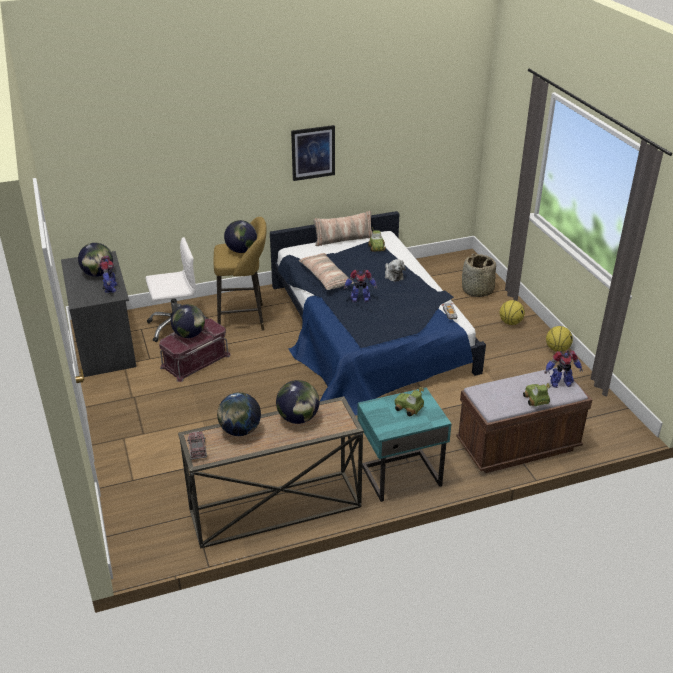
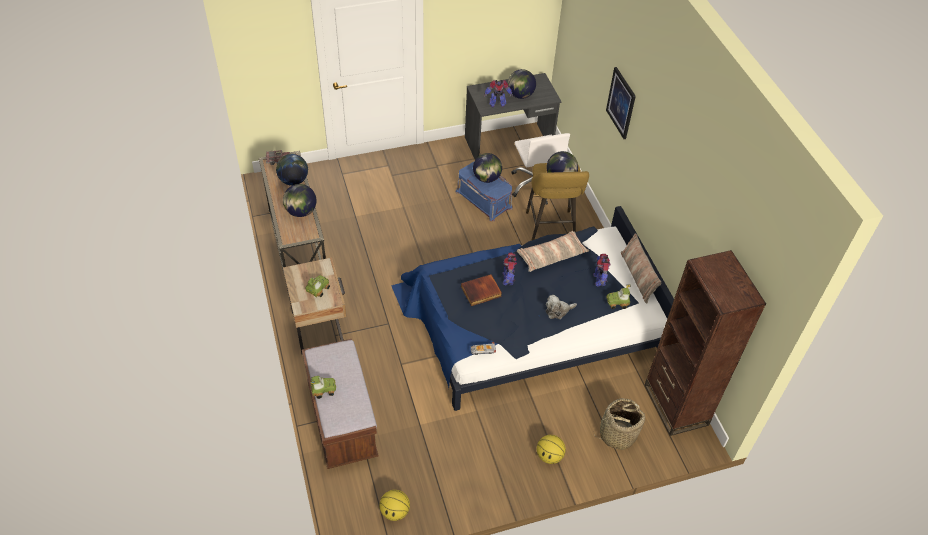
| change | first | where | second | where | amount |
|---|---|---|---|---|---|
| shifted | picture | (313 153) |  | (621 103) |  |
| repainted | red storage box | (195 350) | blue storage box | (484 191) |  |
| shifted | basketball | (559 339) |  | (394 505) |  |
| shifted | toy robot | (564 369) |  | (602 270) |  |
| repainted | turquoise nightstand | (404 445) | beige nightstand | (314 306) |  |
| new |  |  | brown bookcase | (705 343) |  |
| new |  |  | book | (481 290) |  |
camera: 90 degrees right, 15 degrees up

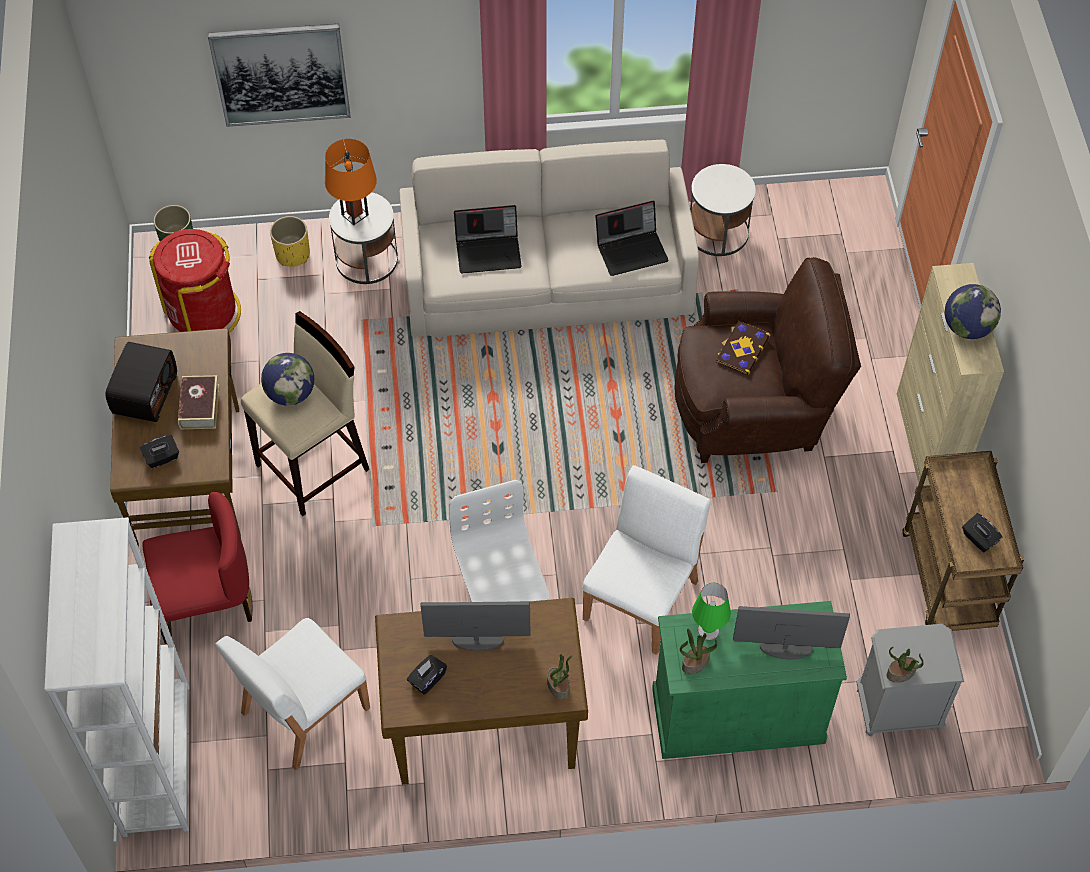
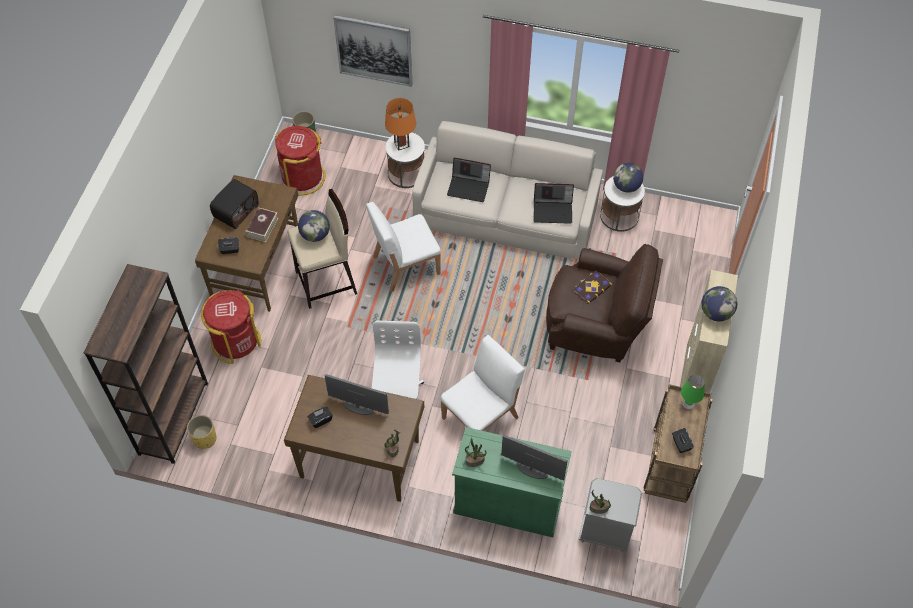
| change | first | where | second | where | amount |
|---|---|---|---|---|---|
| shifted | yellow planter | (290 241) |  | (202 432) |  |
| swapped | red chair | (197 568) | red trash can | (231 327) |  |
| repainted | white bookcase | (117 677) | brown bookcase | (145 364) |  |
| shifted | green table lamp | (711 611) |  | (693 392) |  |
| shifted | white chair | (292 694) |  | (403 247) |  |
| new |  |  | globe | (628 178) |  |
camera: 20 degrees right, 0 degrees up

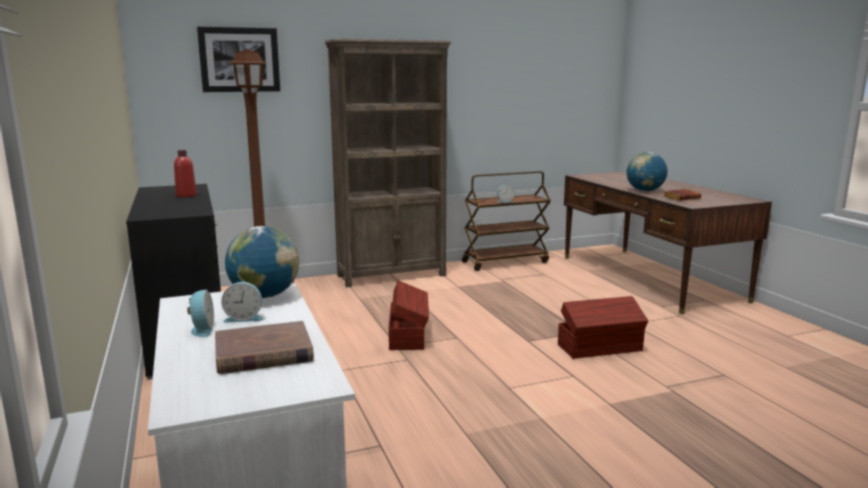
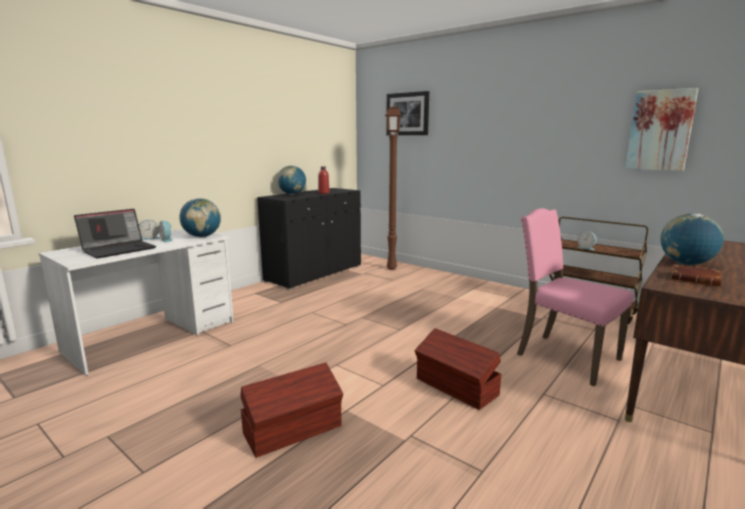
| change | first | where | second | where | amount |
|---|---|---|---|---|---|
| gone | brown bookcase | (387 163) |  |  |  |
| shifted | brown storage box | (409 315) |  | (291 410) |  |
| swapped | brown book | (264 347) | laptop | (115 233) |  |
| new |  |  | picture | (662 129) |  |
| new |  |  | globe | (291 180) |  |
| new |  |  | pink chair | (575 297) |  |
camera: 60 degrees right, 0 degrees up

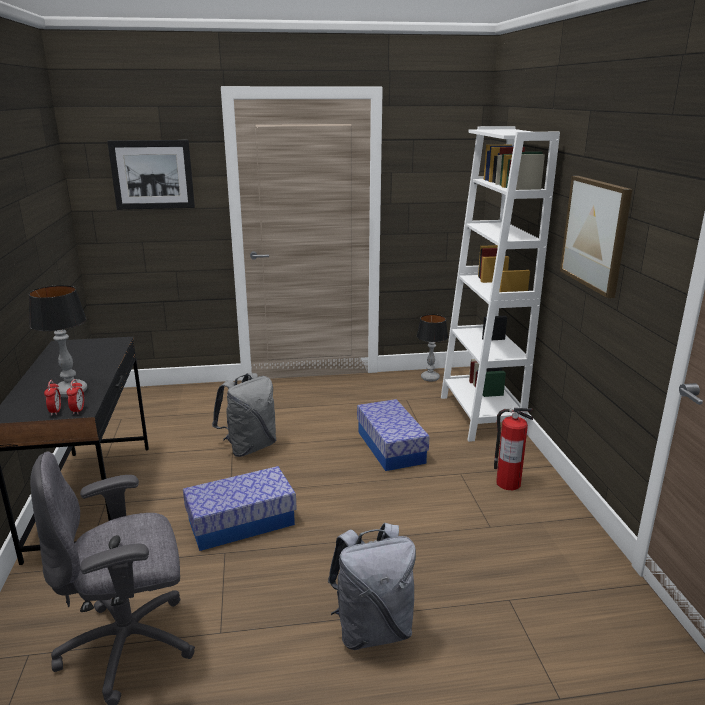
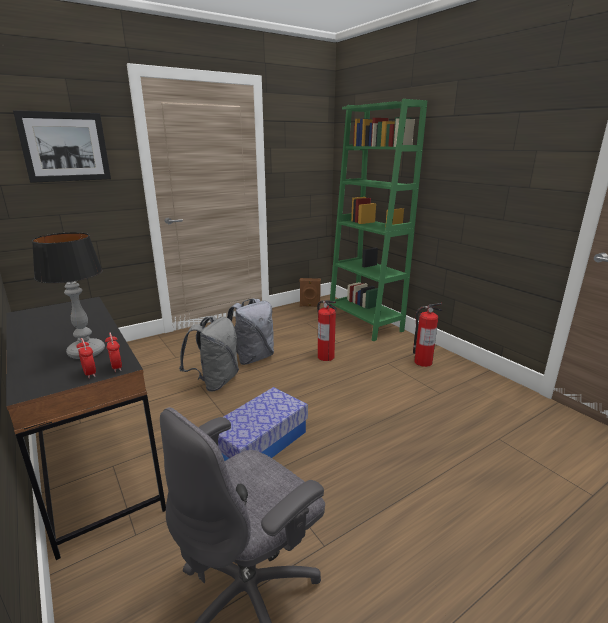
| change | first | where | second | where | amount |
|---|---|---|---|---|---|
| repainted | white bookcase | (500 284) | green bookcase | (378 220) |  |
| gone | picture | (596 237) |  |  |  |
| swapped | table lamp | (432 347) | brown speaker | (310 292) |  |
| swapped | storage box | (393 435) | fire extinguisher | (327 330) |  |
| shifted | grey backpack | (372 586) |  | (250 331) |  |
camera: 25 degrees left, 0 degrees up

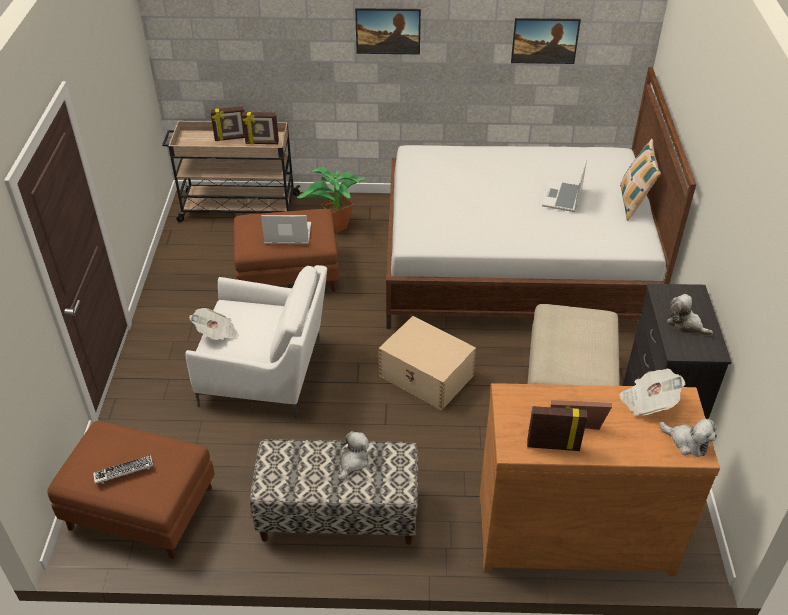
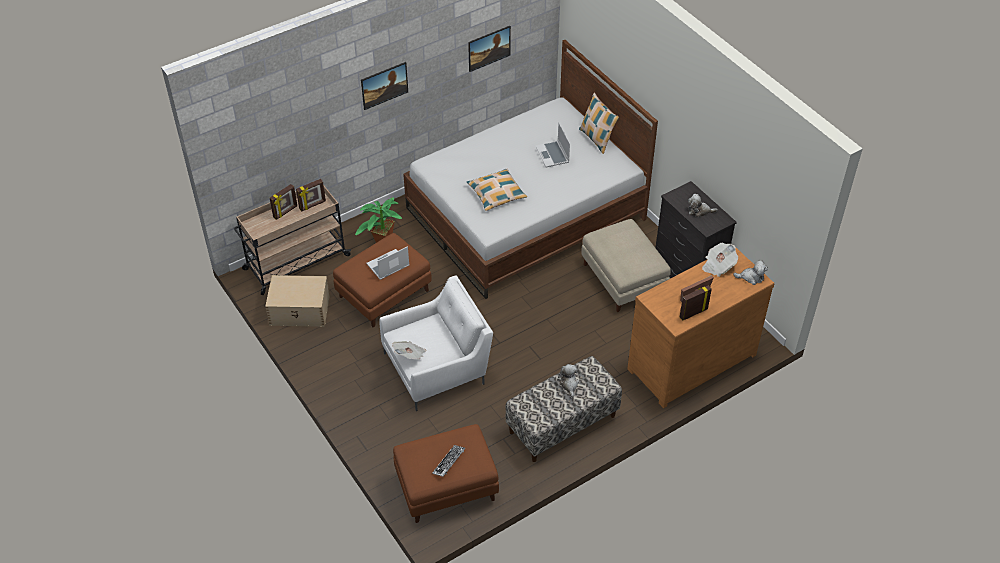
| change | first | where | second | where | amount |
|---|---|---|---|---|---|
| shifted | beige storage box | (427 363) |  | (297 301) |  |
| new |  |  | pillow | (496 190) |  |
camera: 35 degrees left, 5 degrees up

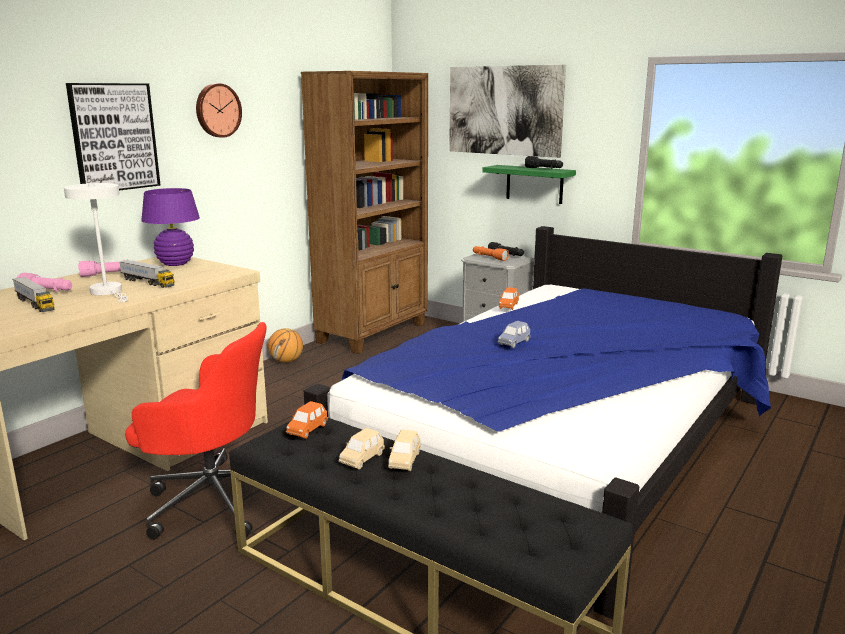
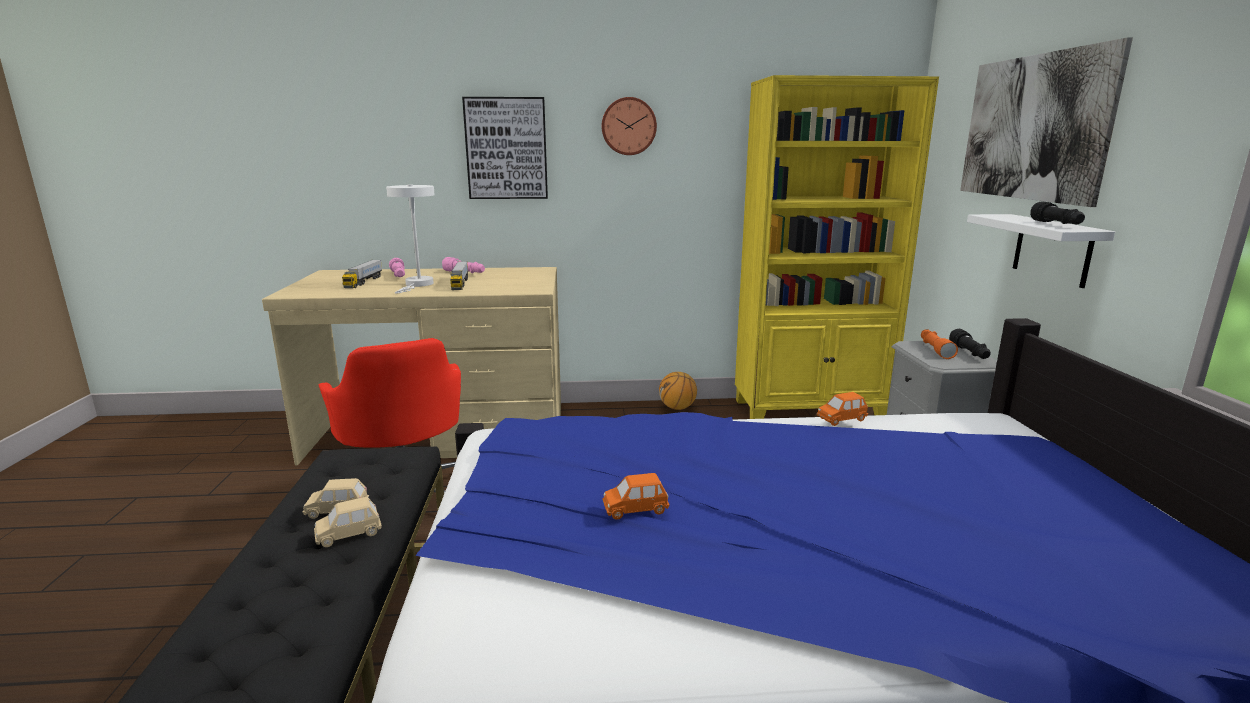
| change | first | where | second | where | amount |
|---|---|---|---|---|---|
| repainted | brown bookcase | (364 212) | yellow bookcase | (837 247) |  |
| repainted | green shelf | (529 184) | white shelf | (1041 251) |  |
| gone | purple table lamp | (170 227) |  |  |  |
| gone | blue toy car | (514 334) |  |  |  |
| shifted | orange toy car | (307 420) |  | (636 496) |  |
camera: 50 degrees right, 0 degrees up

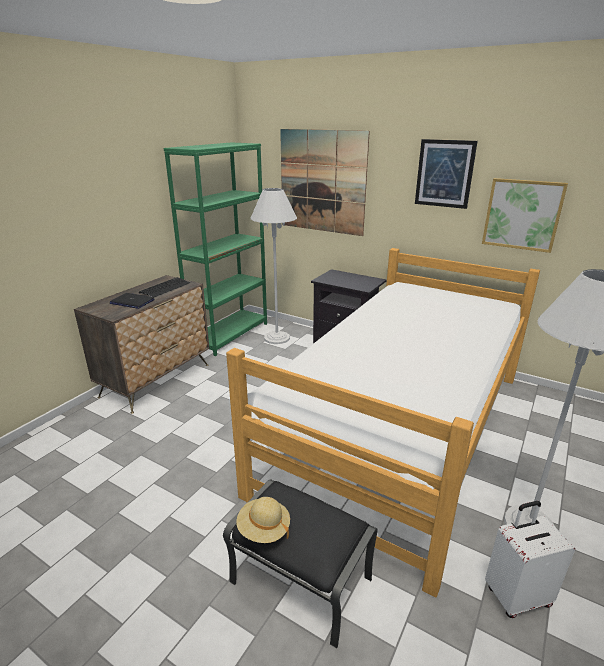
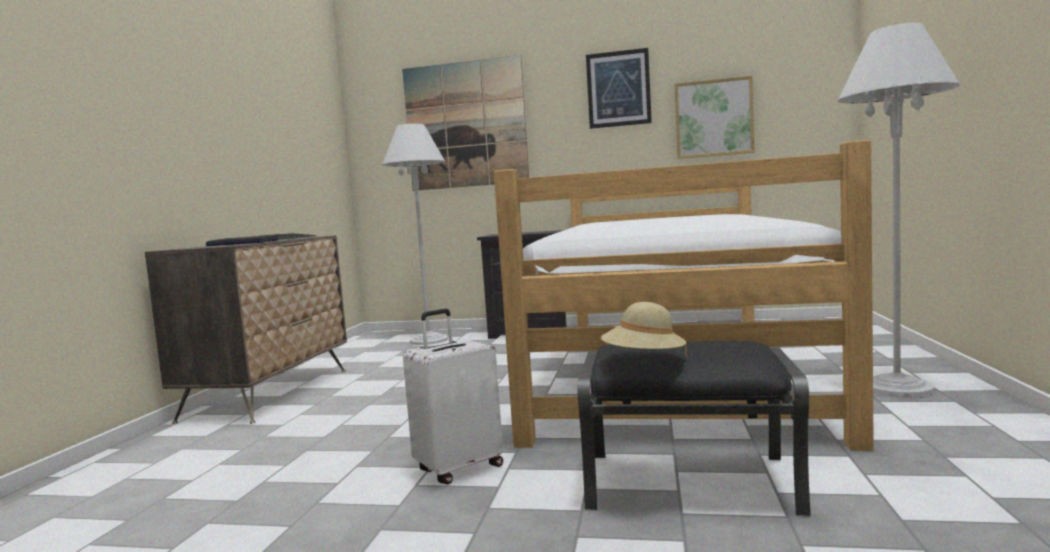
| change | first | where | second | where | amount |
|---|---|---|---|---|---|
| gone | green bookcase | (215 249) |  |  |  |
| shifted | white suitcase | (530 559) |  | (453 397) |  |
camera: 20 degrees left, 20 degrees down

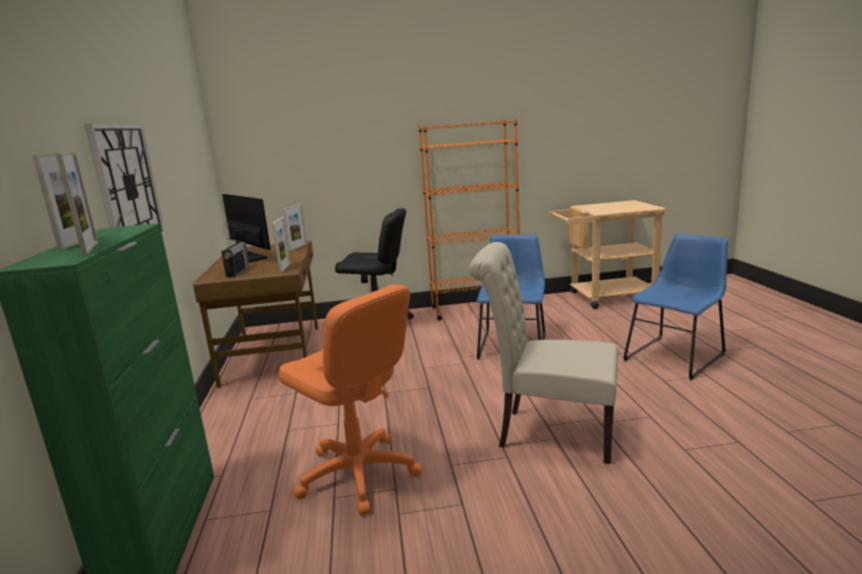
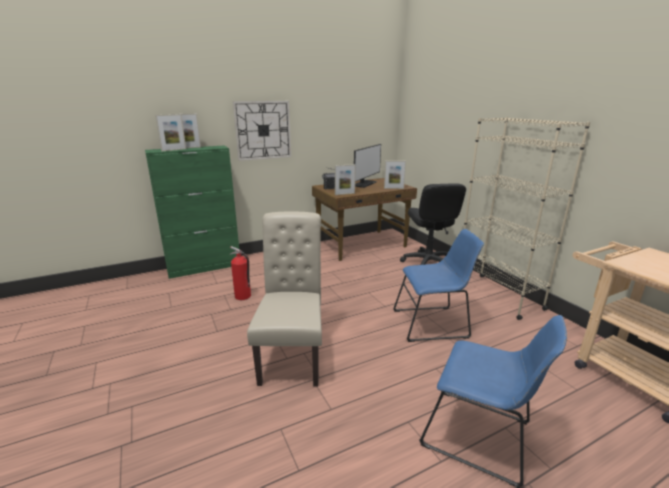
| change | first | where | second | where | amount |
|---|---|---|---|---|---|
| repainted | orange bookcase | (469 220) | beige bookcase | (527 218) |  |
| swapped | orange office chair | (350 399) | fire extinguisher | (240 273) |  |
camera: 70 degrees right, 5 degrees up

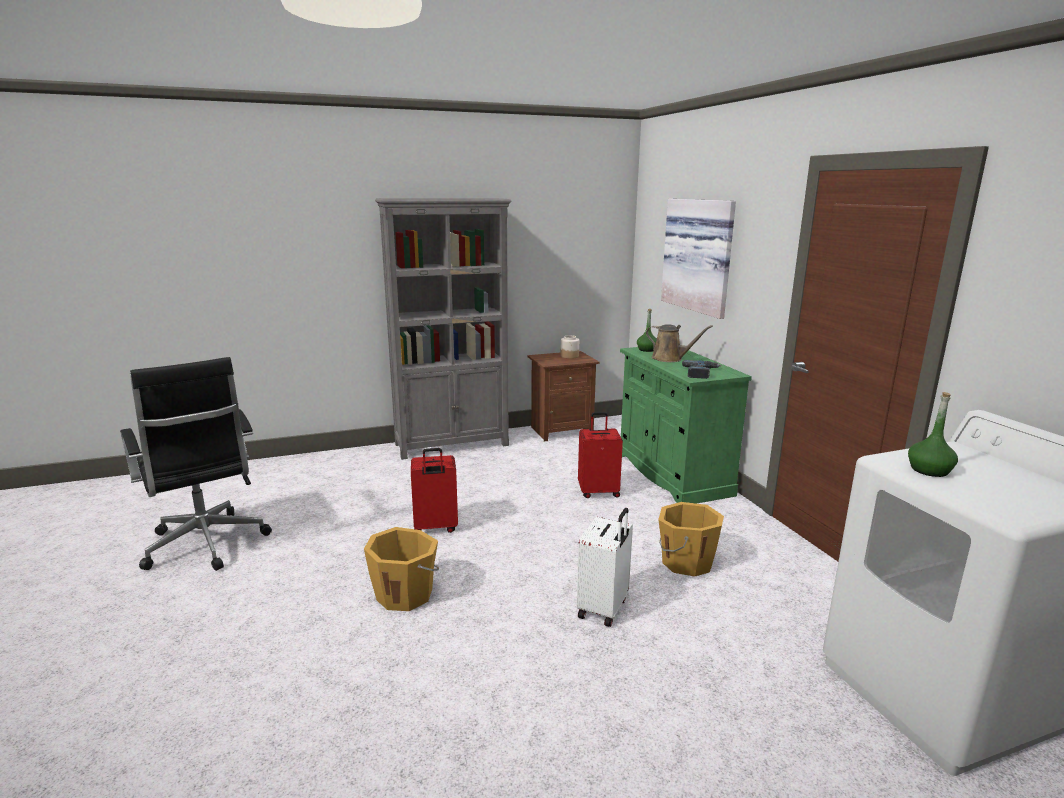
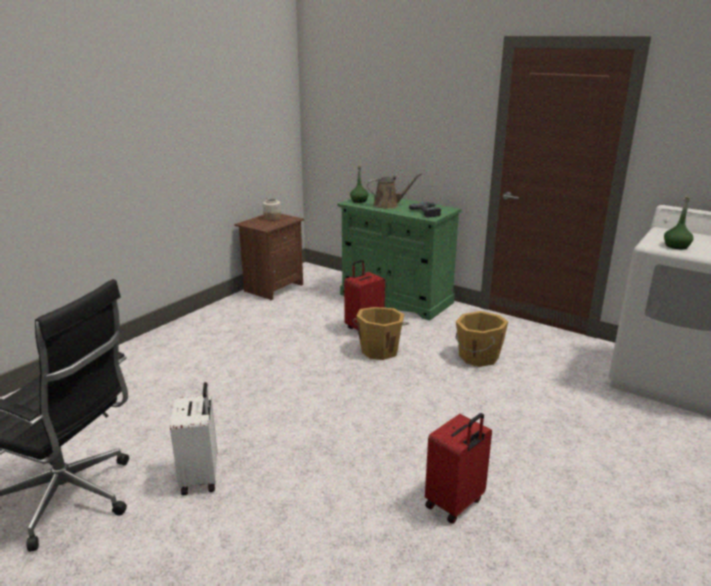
| change | first | where | second | where | amount |
|---|---|---|---|---|---|
| gone | grey bookcase | (443 329) |  |  |  |
| gone | picture | (698 259) |  |  |  |
| shifted | red suitcase | (434 490) |  | (458 468) |  |
| shifted | white suitcase | (605 567) |  | (194 439) |  |
| shifted | orange bucket | (401 569) |  | (381 333) |  |
camera: 35 degrees left, 5 degrees up

